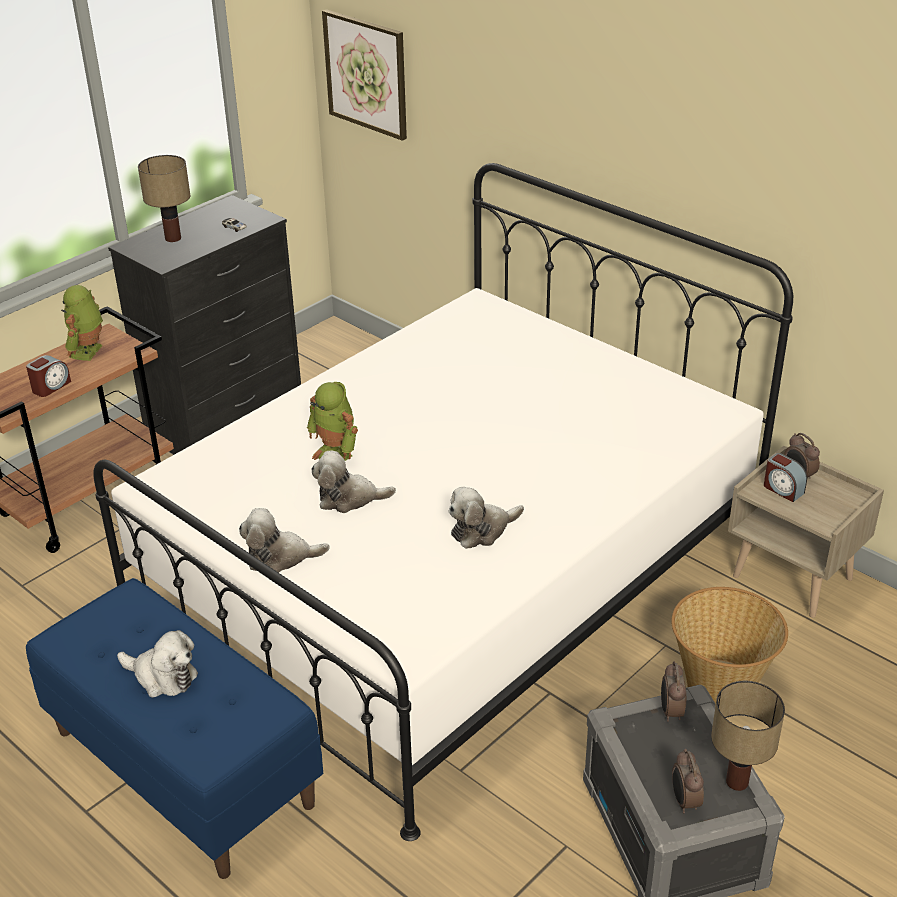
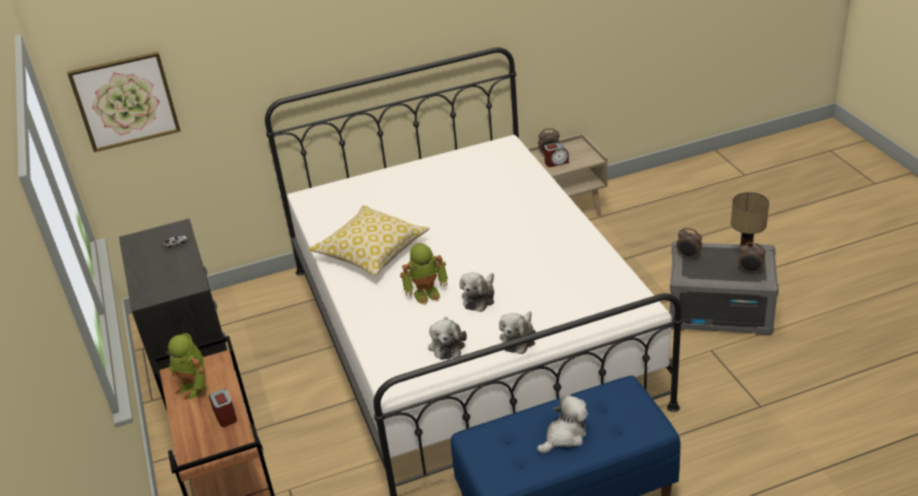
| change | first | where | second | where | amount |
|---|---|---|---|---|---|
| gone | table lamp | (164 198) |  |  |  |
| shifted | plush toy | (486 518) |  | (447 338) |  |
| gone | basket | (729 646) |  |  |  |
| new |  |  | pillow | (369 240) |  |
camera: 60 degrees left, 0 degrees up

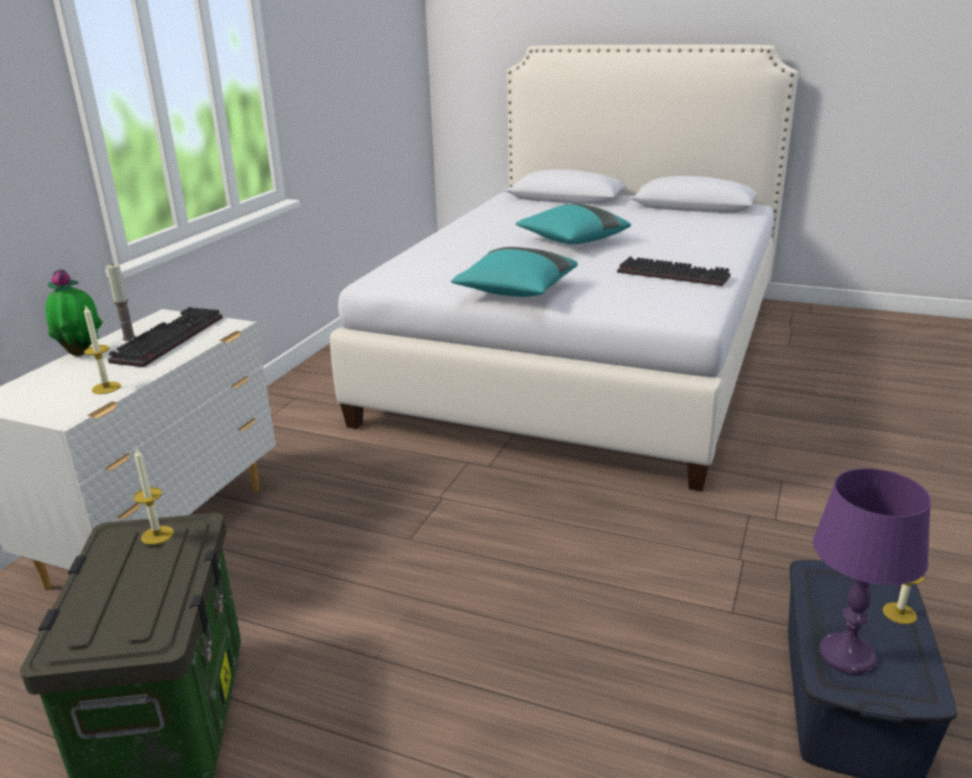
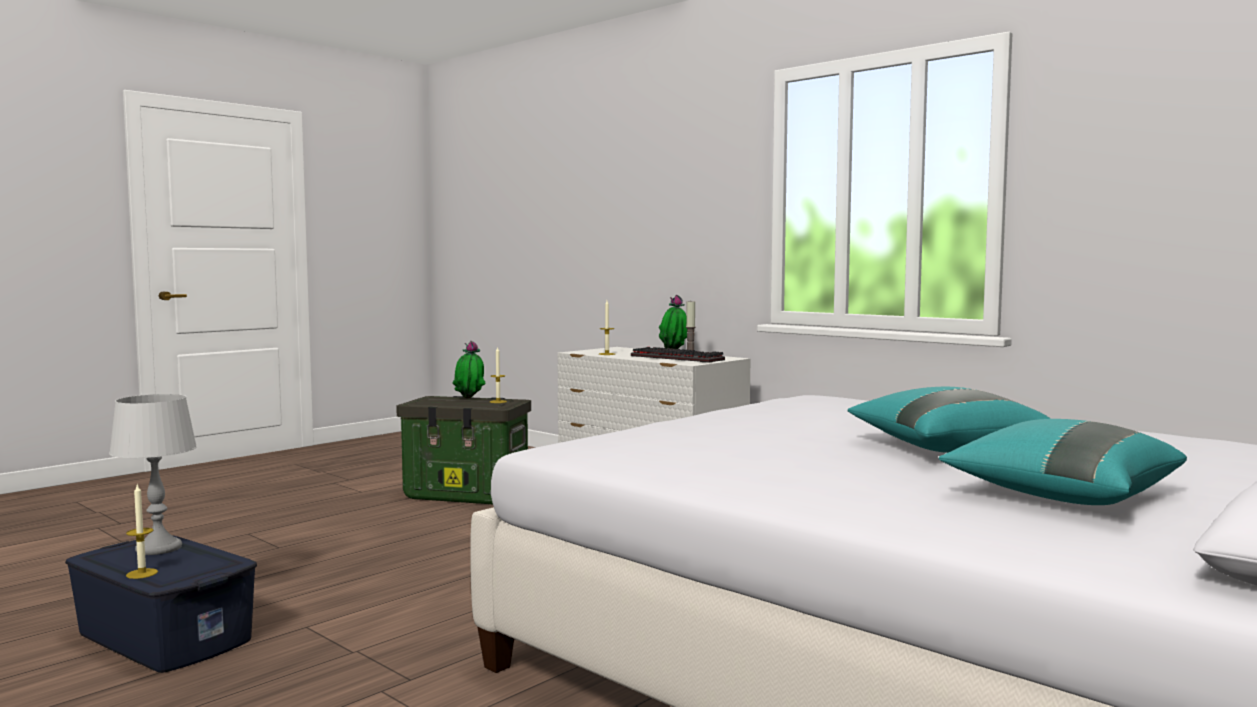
| change | first | where | second | where | amount |
|---|---|---|---|---|---|
| shifted | turquoise pillow | (514 272) |  | (1063 462) |  |
| gone | keyboard | (674 271) |  |  |  |
| repainted | purple table lamp | (872 571) | grey table lamp | (153 474) |  |
| new |  |  | potted plant | (469 369) |  |
camera: 110 degrees right, 20 degrees down

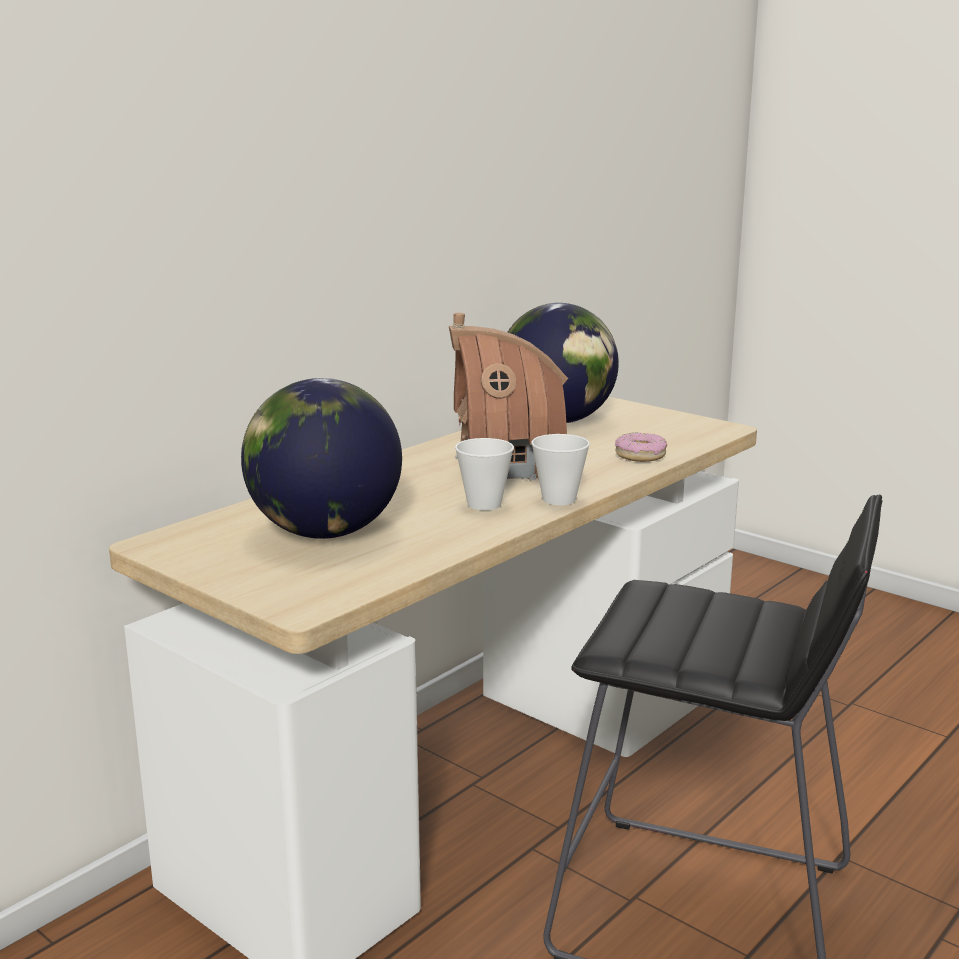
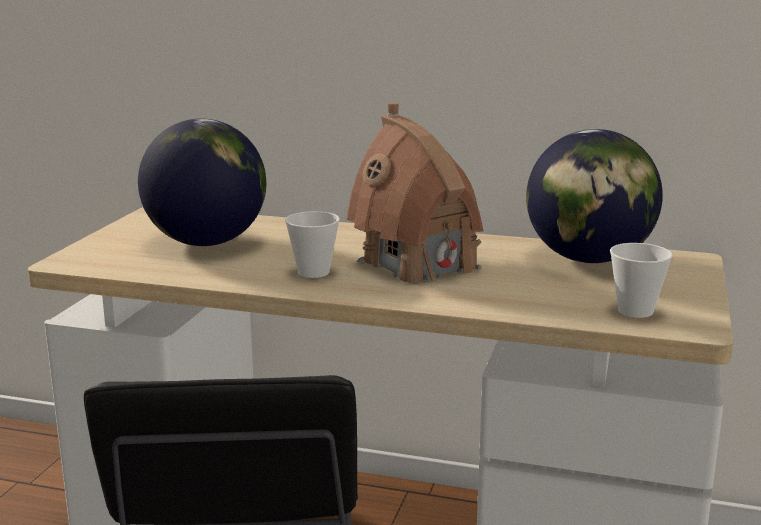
| change | first | where | second | where | amount |
|---|---|---|---|---|---|
| gone | donut | (641 447) |  |  |  |
| shifted | cup | (560 469) |  | (641 280) |  |
camera: 65 degrees right, 0 degrees up

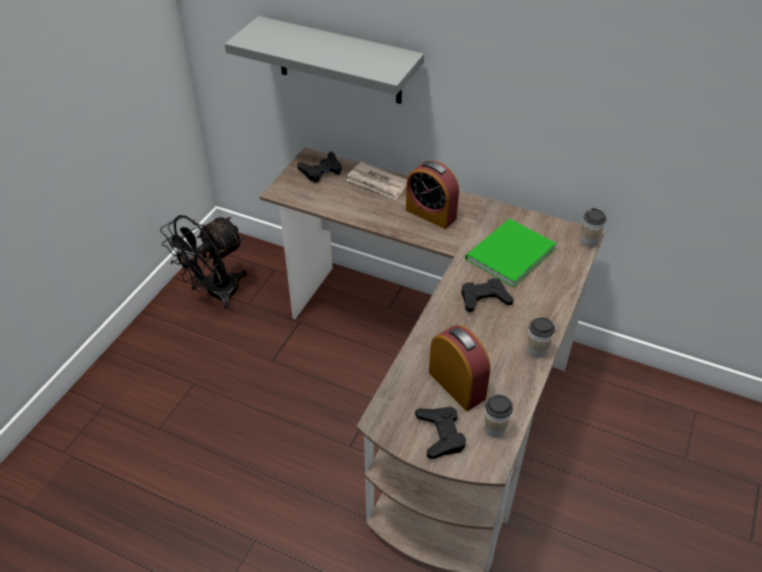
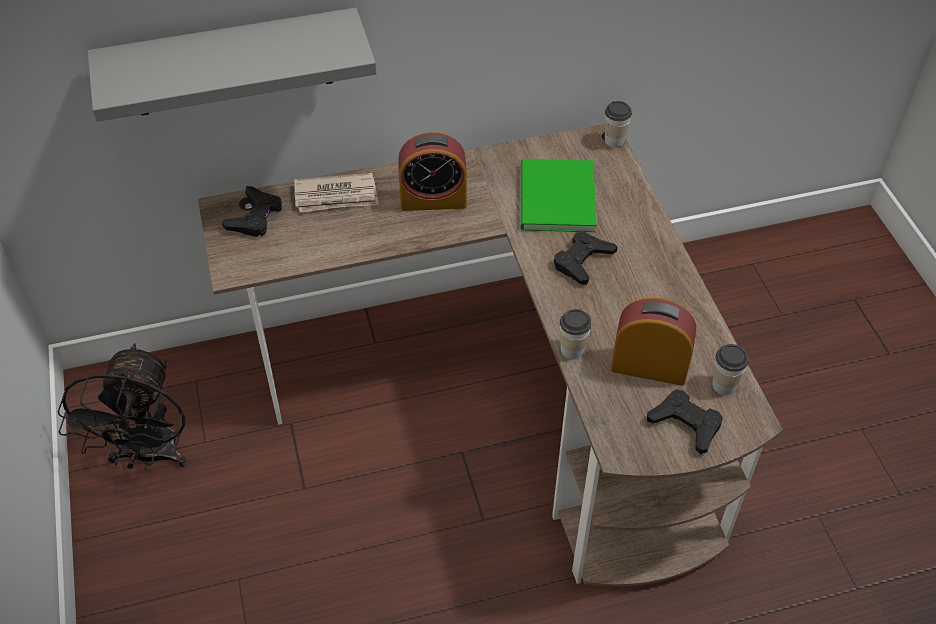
| change | first | where | second | where | amount |
|---|---|---|---|---|---|
| shifted | cup | (541 337) |  | (576 334) |  |
camera: 40 degrees left, 5 degrees up

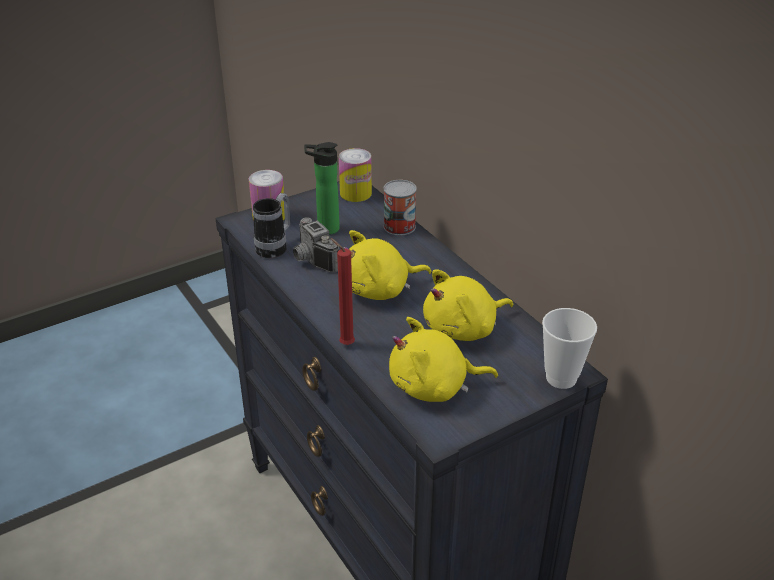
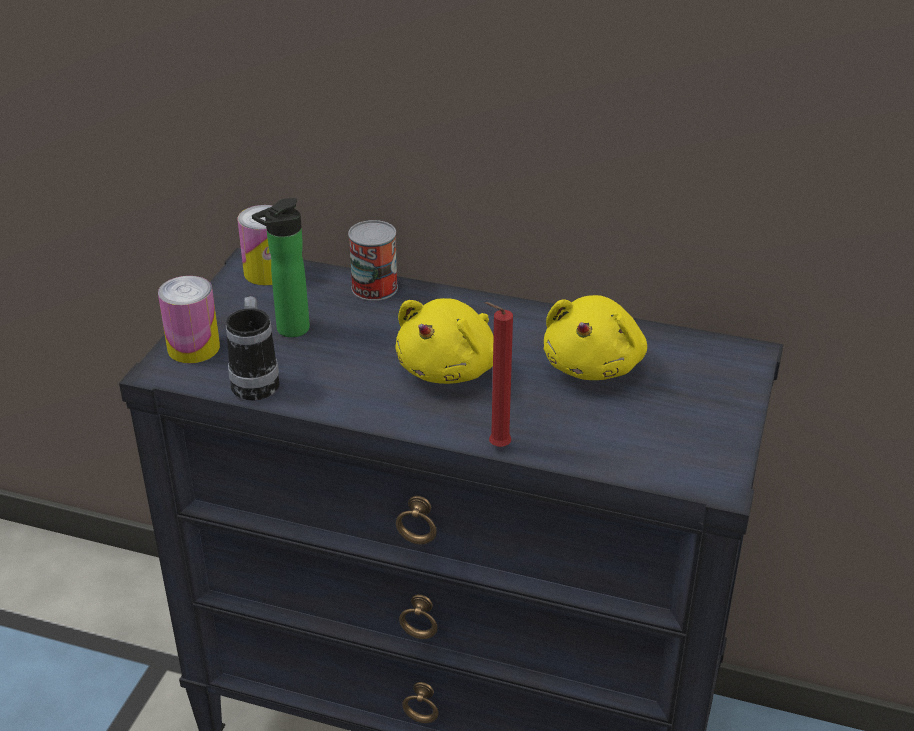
| change | first | where | second | where | amount |
|---|---|---|---|---|---|
| gone | photo camera | (316 245) |  |  |  |
| gone | cup | (569 348) |  |  |  |
| gone | yellow plush toy | (443 359) |  |  |  |
camera: 40 degrees left, 0 degrees up

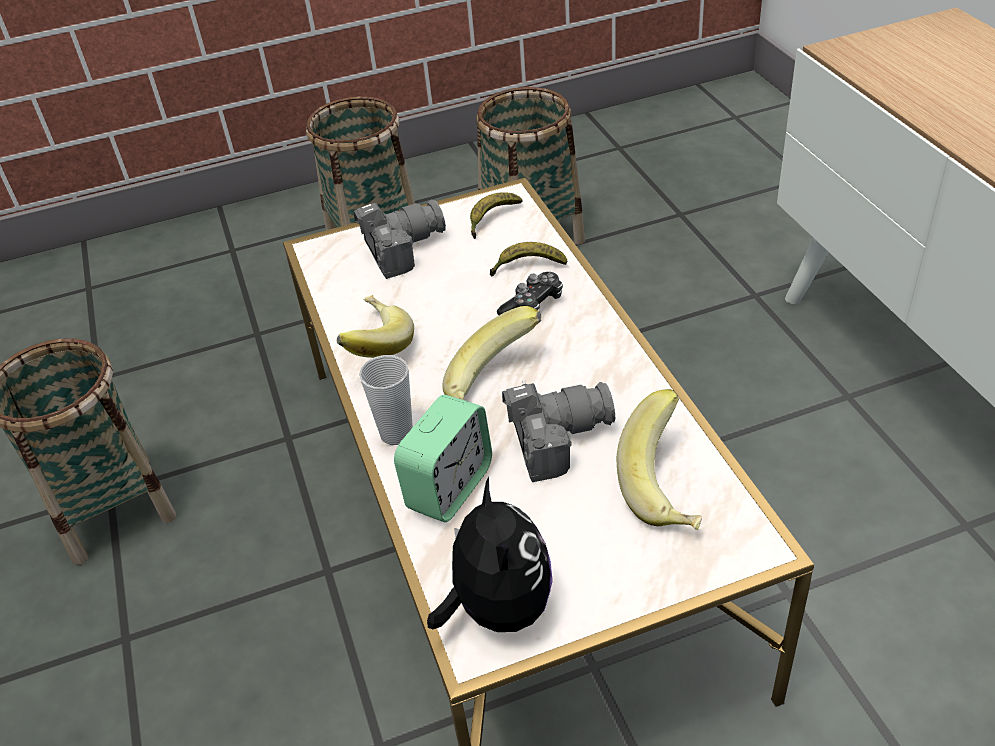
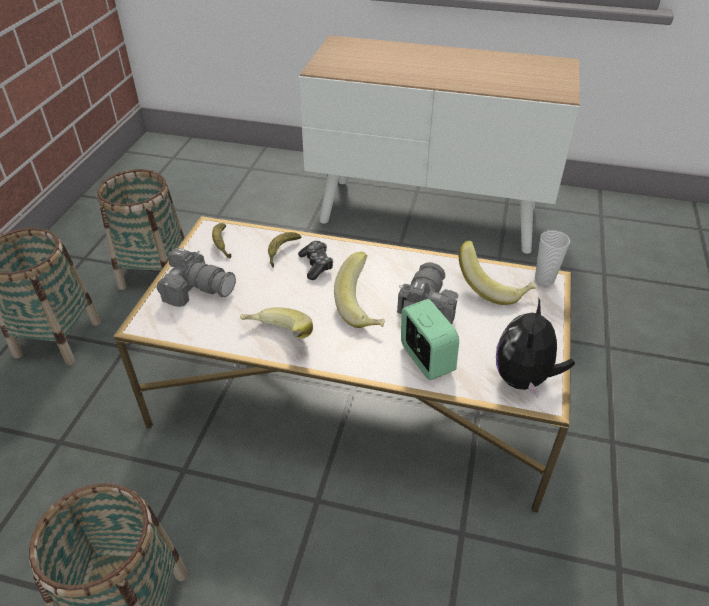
| change | first | where | second | where | amount |
|---|---|---|---|---|---|
| rotated | photo camera | (399 239) |  | (196 277) | 105 degrees clockwise |
| shifted | cup | (386 400) |  | (552 258) |  |
| rotated | plush toy | (490 554) |  | (535 348) | 90 degrees counterclockwise |
camera: 60 degrees left, 0 degrees up

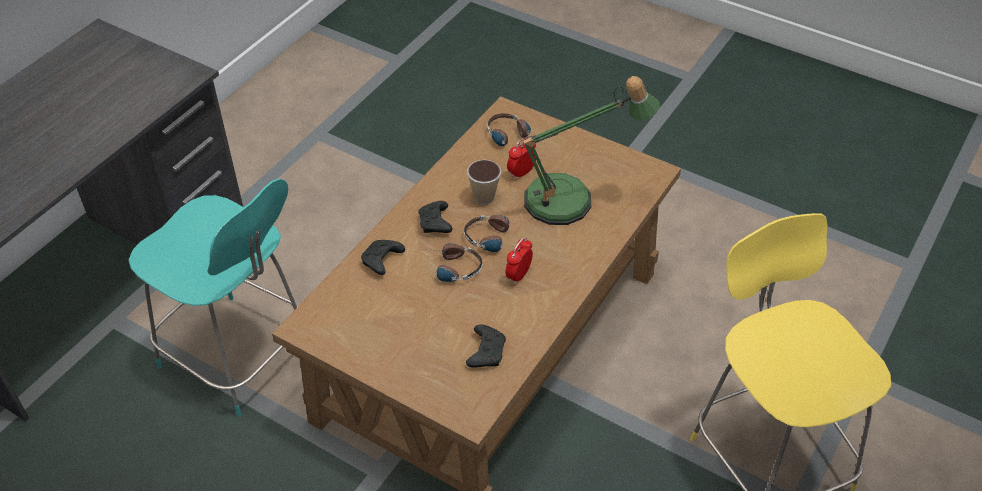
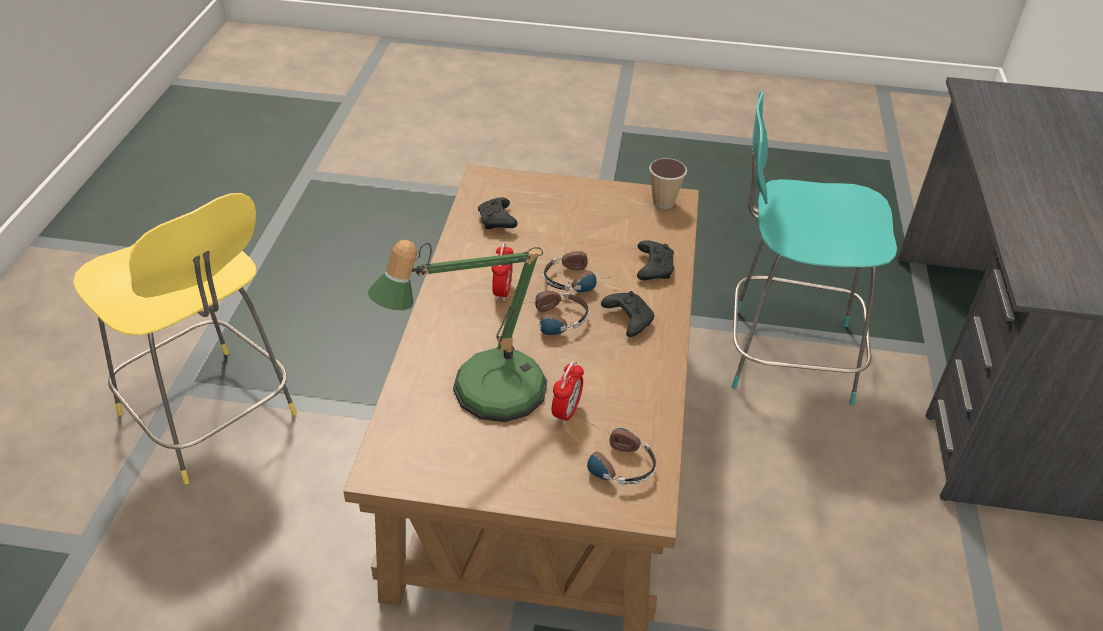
| change | first | where | second | where | amount |
|---|---|---|---|---|---|
| shifted | cup | (484 182) |  | (668 183) |  |
camera: 155 degrees right, 5 degrees down

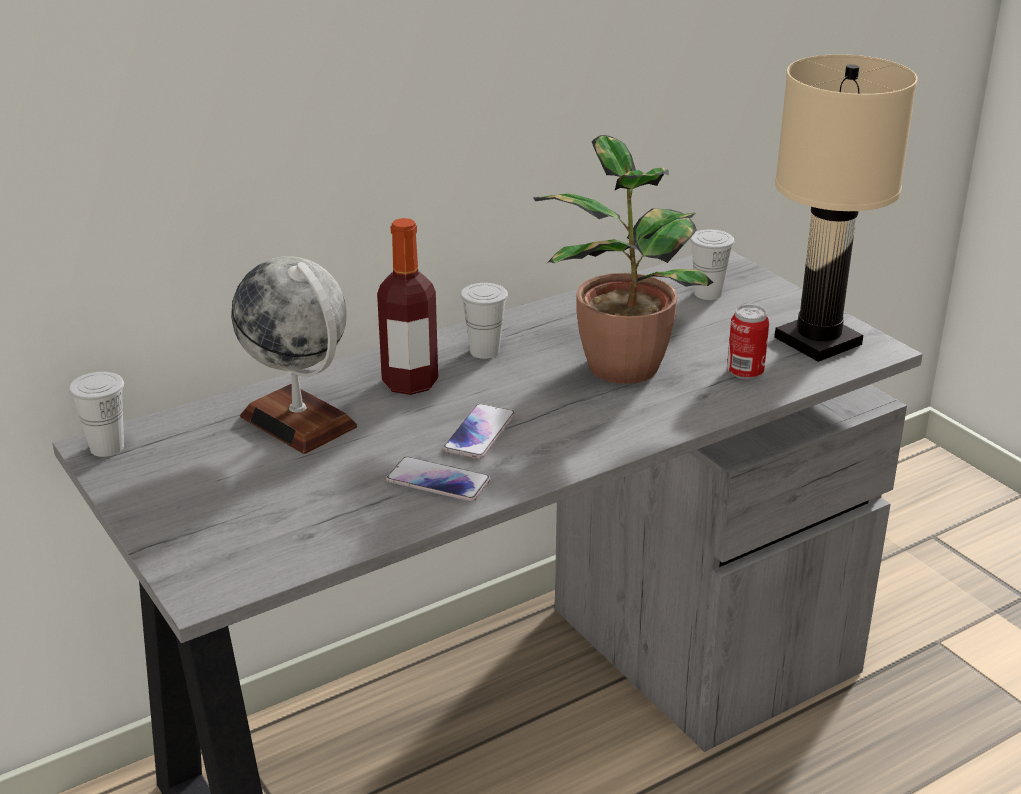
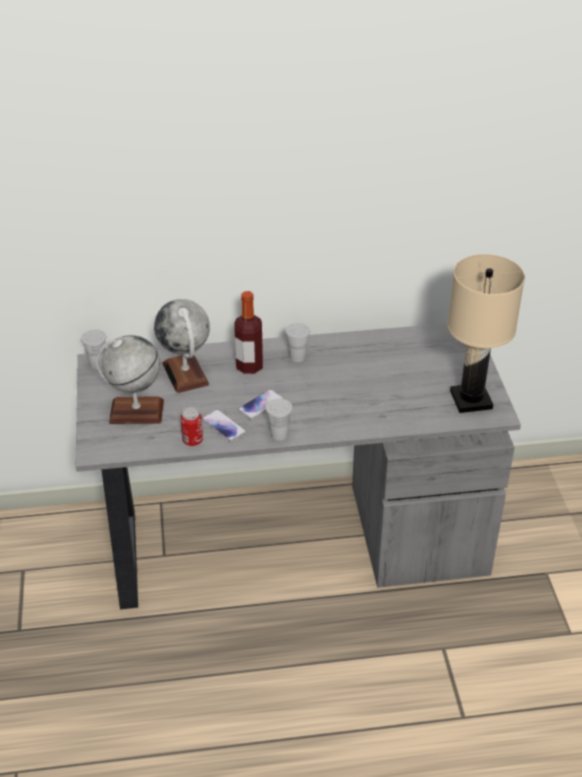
| change | first | where | second | where | amount |
|---|---|---|---|---|---|
| gone | potted plant | (623 259) |  |  |  |
| shifted | white cup | (712 265) |  | (279 419) |  |
| shifted | can | (748 342) |  | (191 426) |  |
| new |  |  | globe | (130 379) |  |
camera: 25 degrees right, 10 degrees up

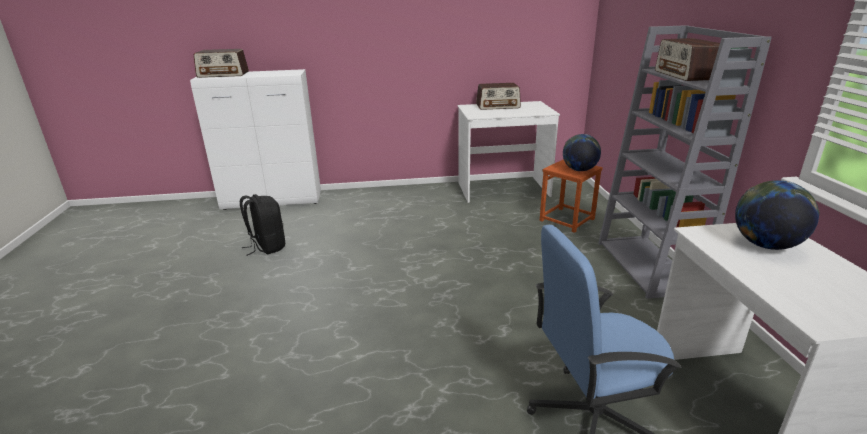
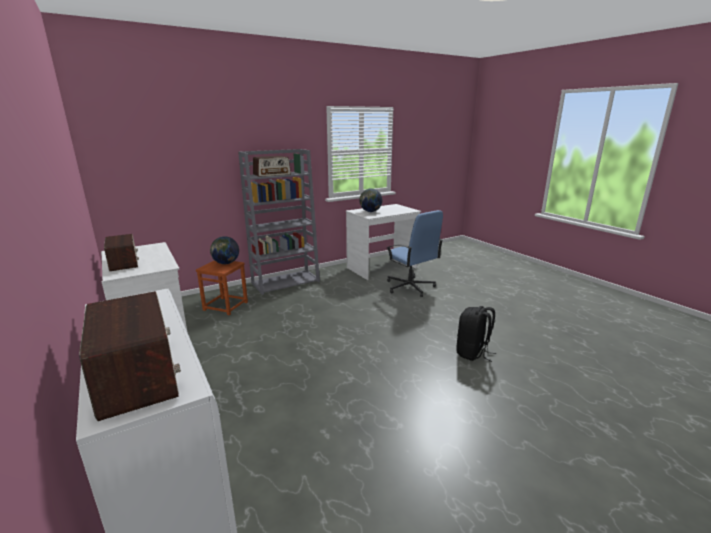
| change | first | where | second | where | amount |
|---|---|---|---|---|---|
| shifted | black backpack | (262 225) |  | (476 334) |  |
camera: 115 degrees left, 5 degrees down

